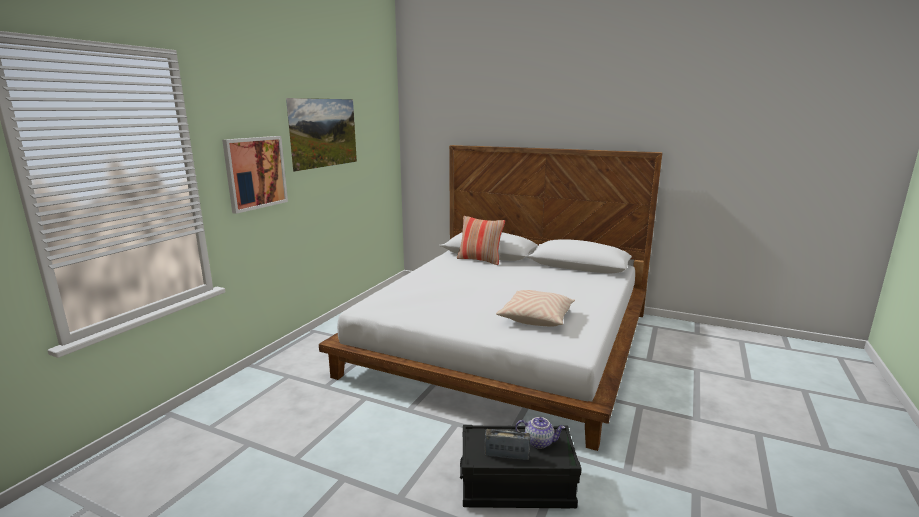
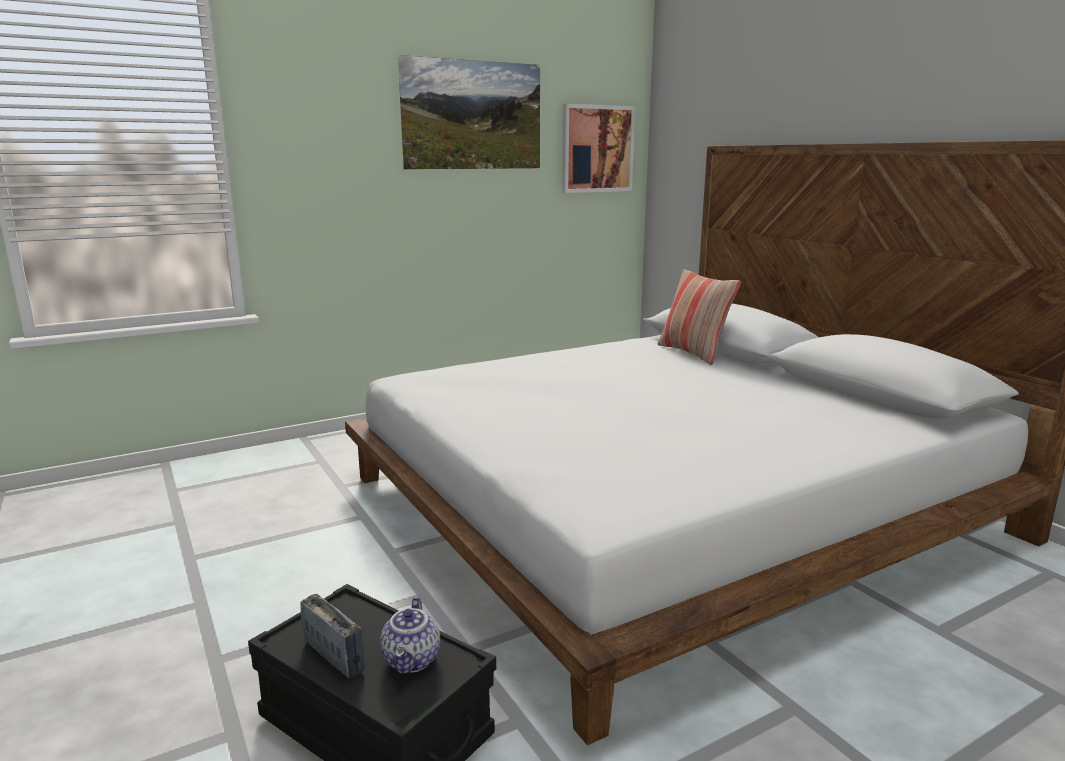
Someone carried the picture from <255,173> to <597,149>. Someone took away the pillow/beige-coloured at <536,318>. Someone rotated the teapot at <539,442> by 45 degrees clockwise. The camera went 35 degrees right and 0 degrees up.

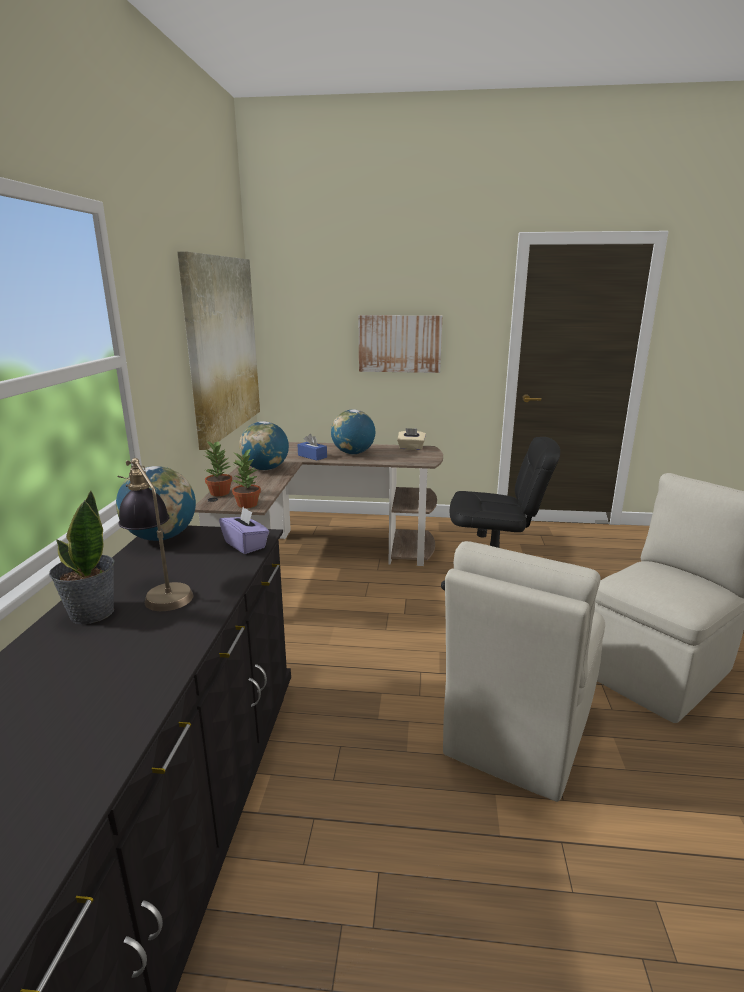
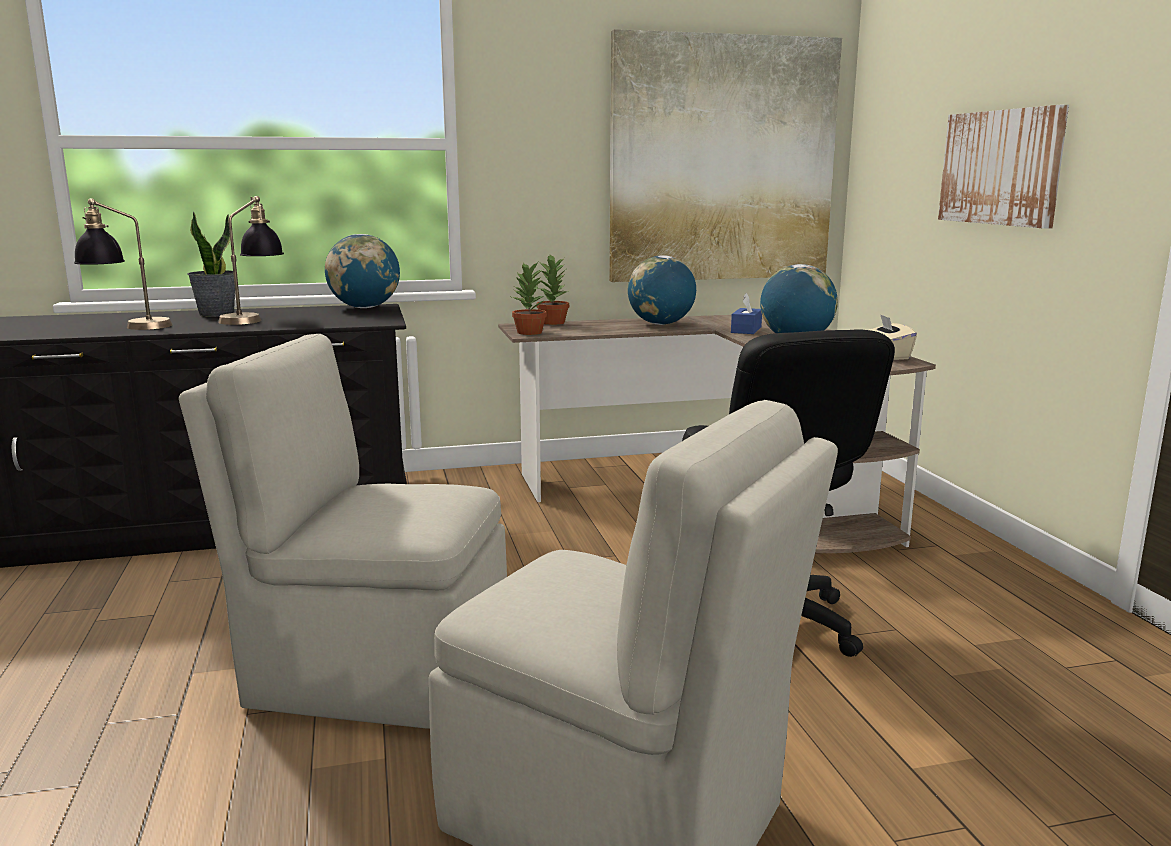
Someone took away the box of tissues/purplish at <245,545>. Someone put down the lamp for a table at <129,328>. The camera went 70 degrees right and 5 degrees down.

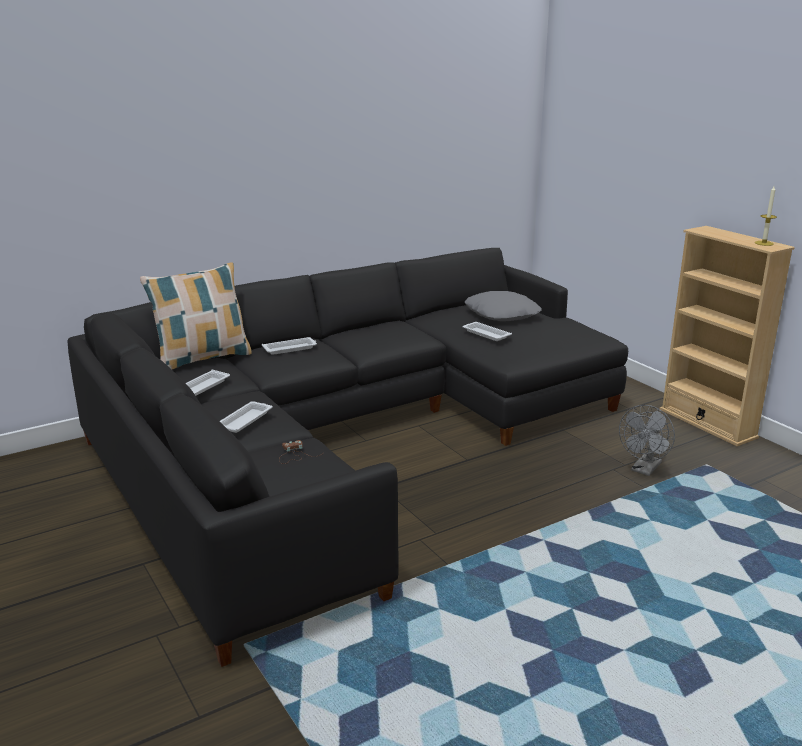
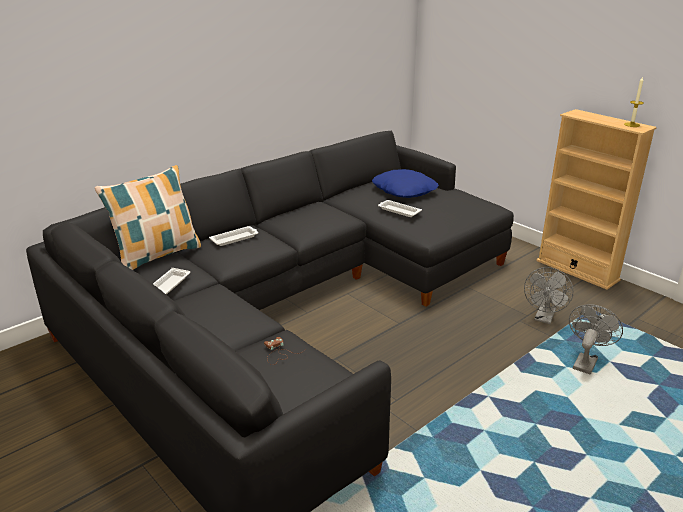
Someone took away the tray/white at <245,420>. Someone repainted the pillow/greyish at <502,314>, which became the pillow/blue-coloured at <404,190>. Someone put down the cooling fan/greyish at <585,361>. The camera went 10 degrees left and 5 degrees up.

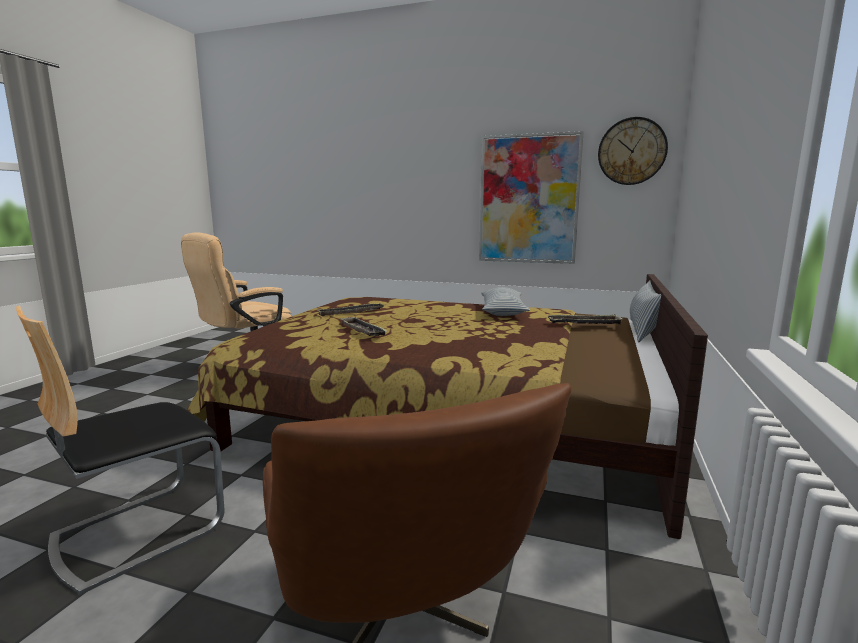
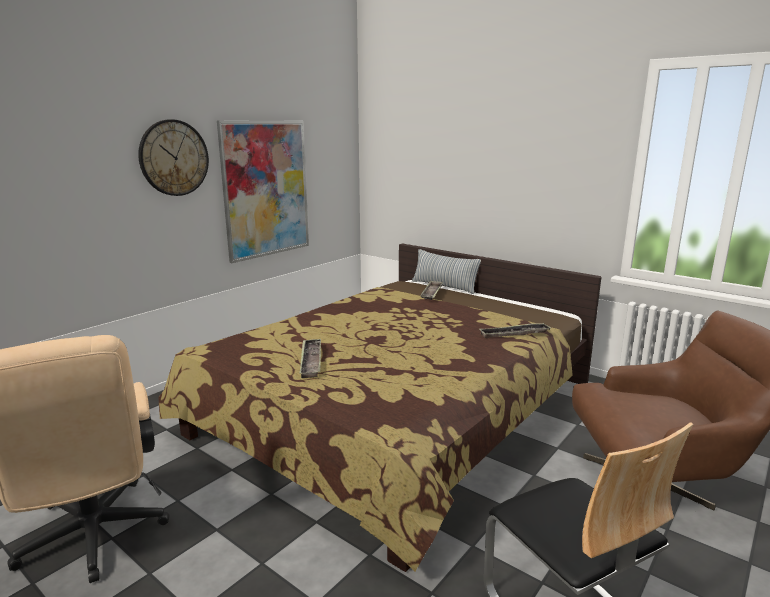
Someone carried the tray from <362,330> to <514,334>. Someone took away the pillow at <503,311>. Someone carried the clock on the wall from <631,151> to <174,158>. The camera went 70 degrees left and 5 degrees up.

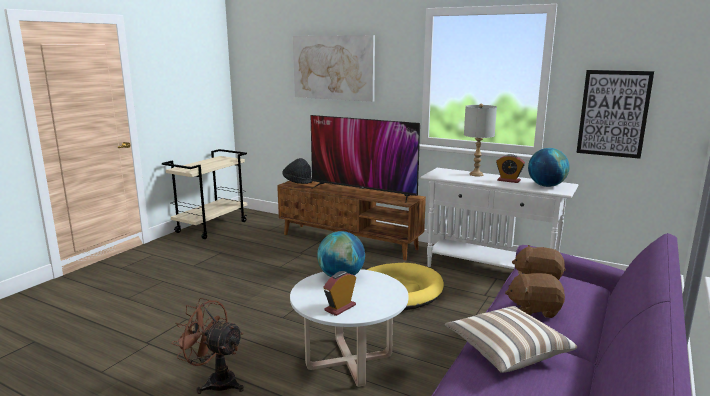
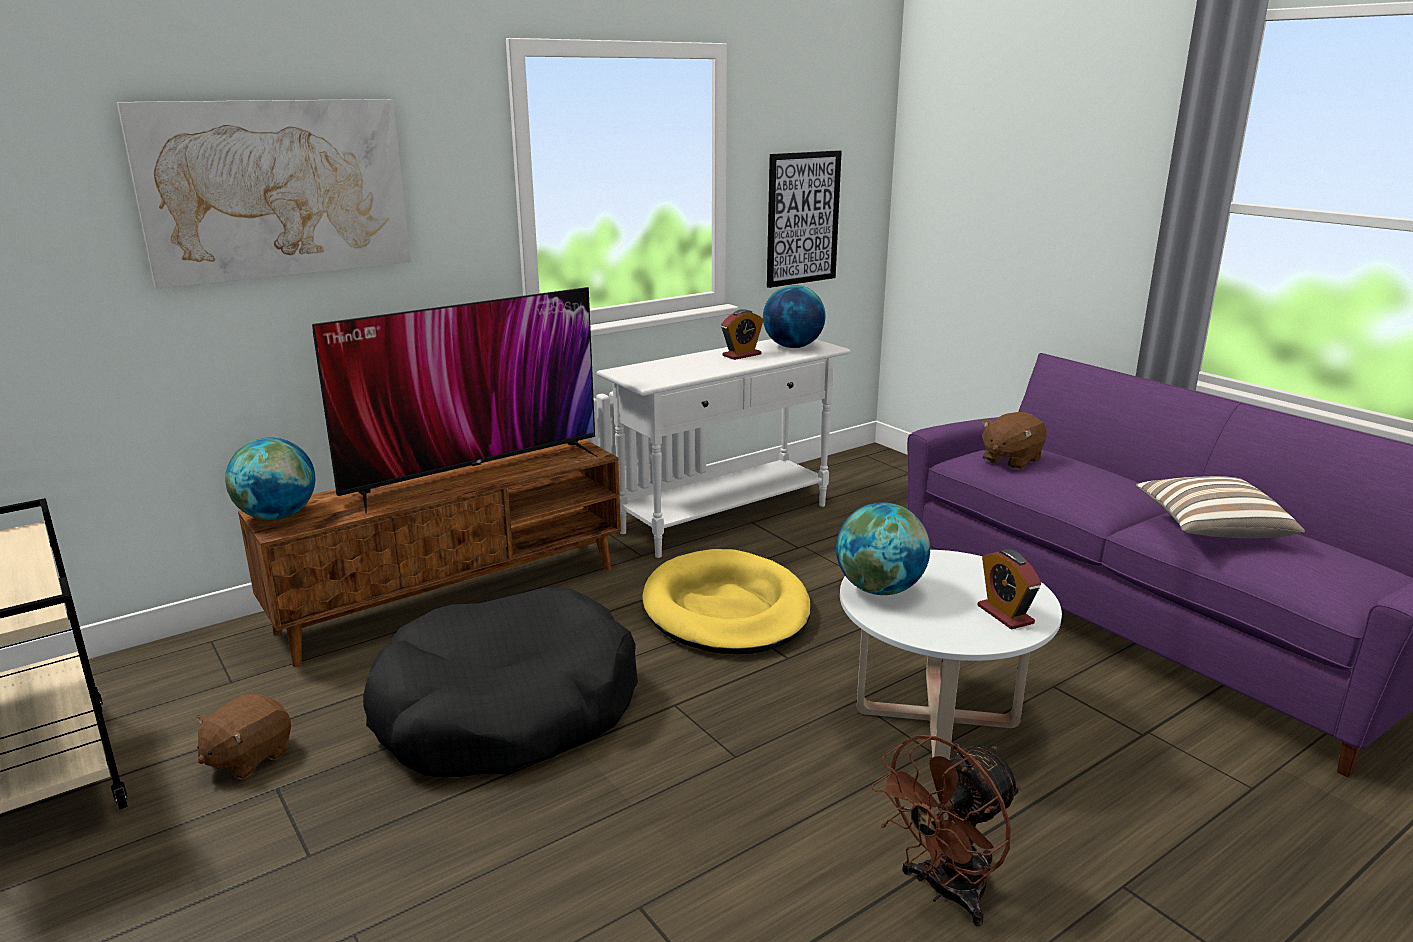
Someone swapped the wearable hat/blackish at <297,181> for the globe at <277,516>. Someone took away the lamp for a table/greyish at <476,174>. Someone carried the cuddly toy/brownish from <534,309> to <248,758>. Someone put down the pet bed/blackish at <506,710>. The camera went 65 degrees left and 5 degrees up.

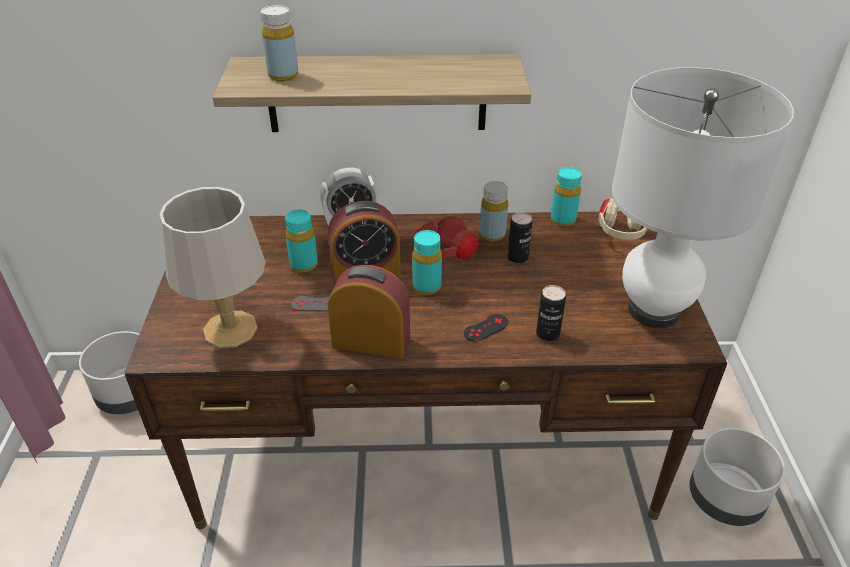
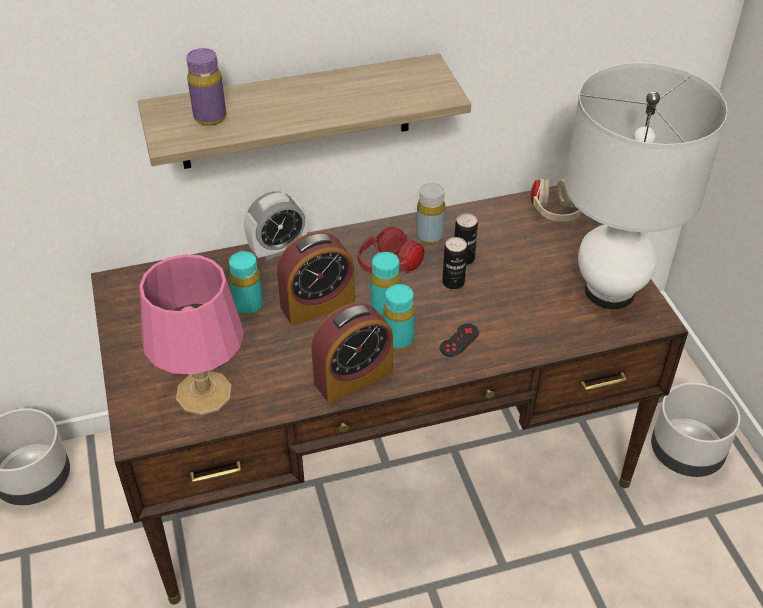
Someone repainted the lamp for a table/greyish at <230,330>, which became the lamp for a table/pink at <204,394>. Someone repainted the drink bottle/yellow at <283,75>, which became the drink bottle/purplish at <210,117>. Someone took away the gamepad/greyish at <315,304>. Someone rotated the table clock at <371,342> by 150 degrees clockwise. Someone carried the metal can from <547,334> to <453,282>. Someone carried the drink bottle/turquoise-coloured from <563,220> to <398,340>. The camera went 15 degrees left and 5 degrees up.

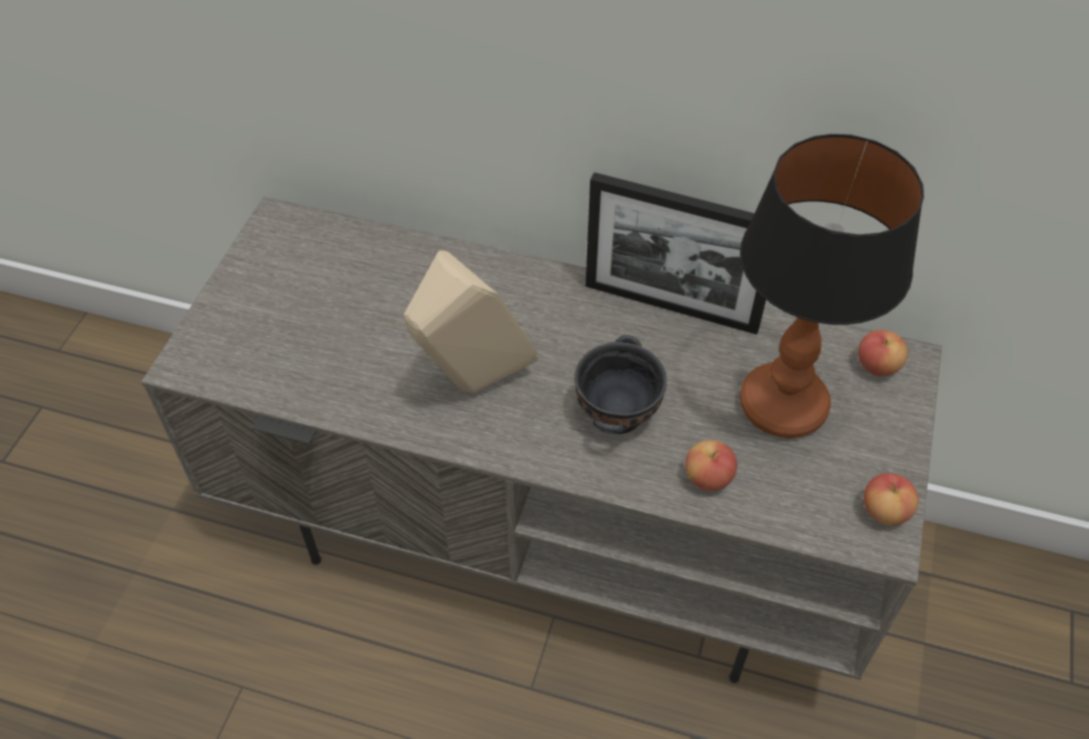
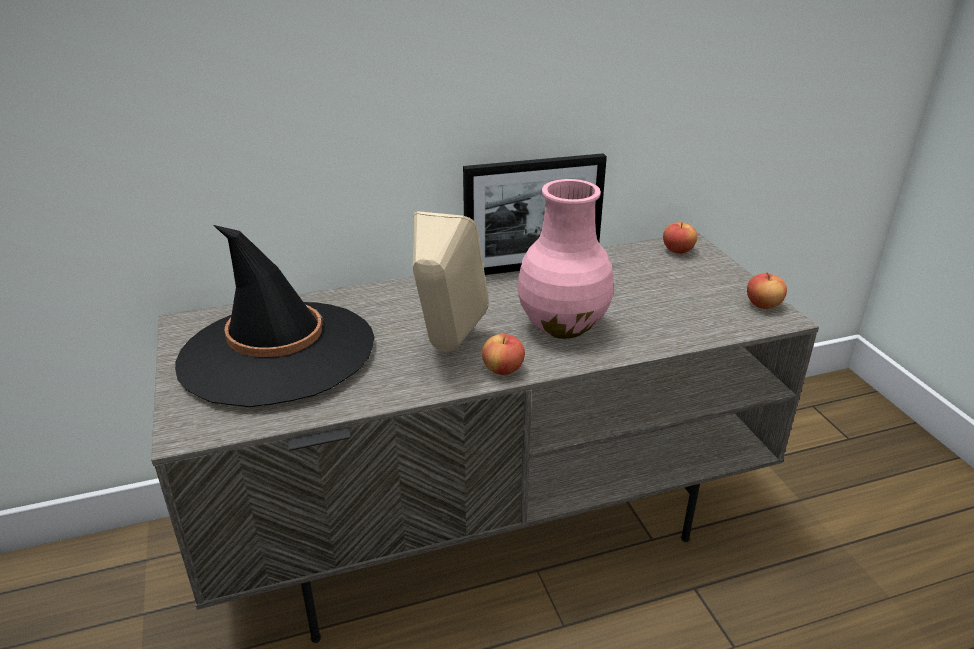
Someone swapped the bowl/blackish at <615,415> for the decorative vase/pink at <561,326>. Someone carried the apple fruit from <708,477> to <503,369>. Someone took away the lamp for a table at <785,405>. Someone put down the wearable hat/blackish at <277,352>. The camera went 35 degrees left and 20 degrees down.

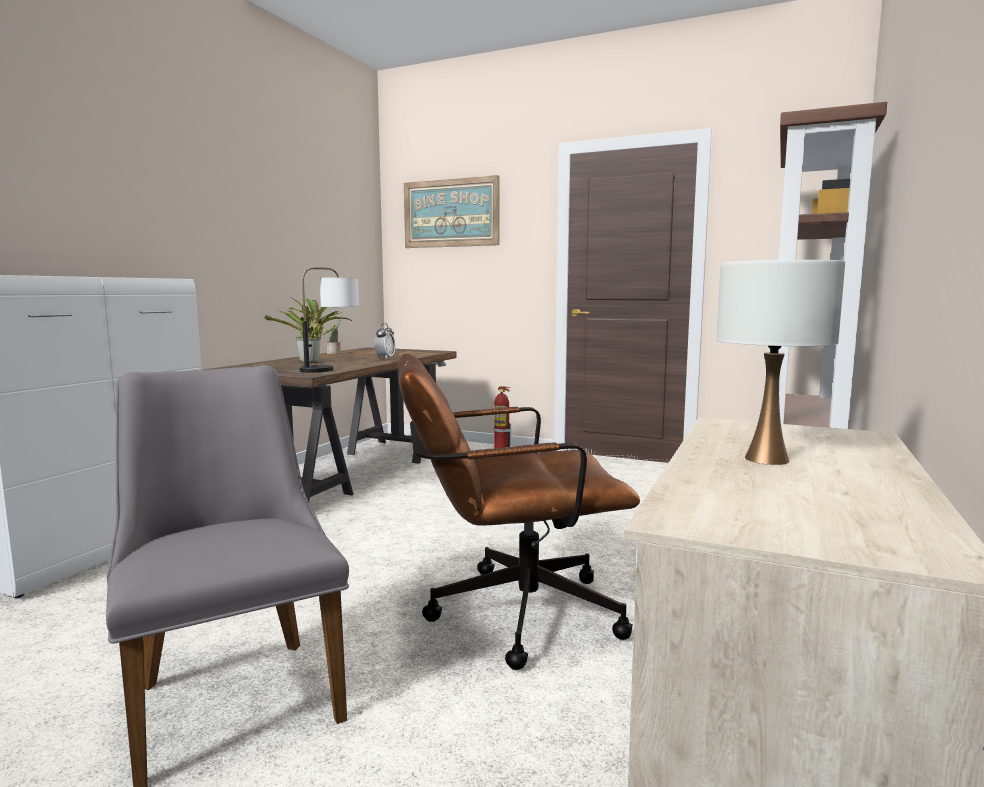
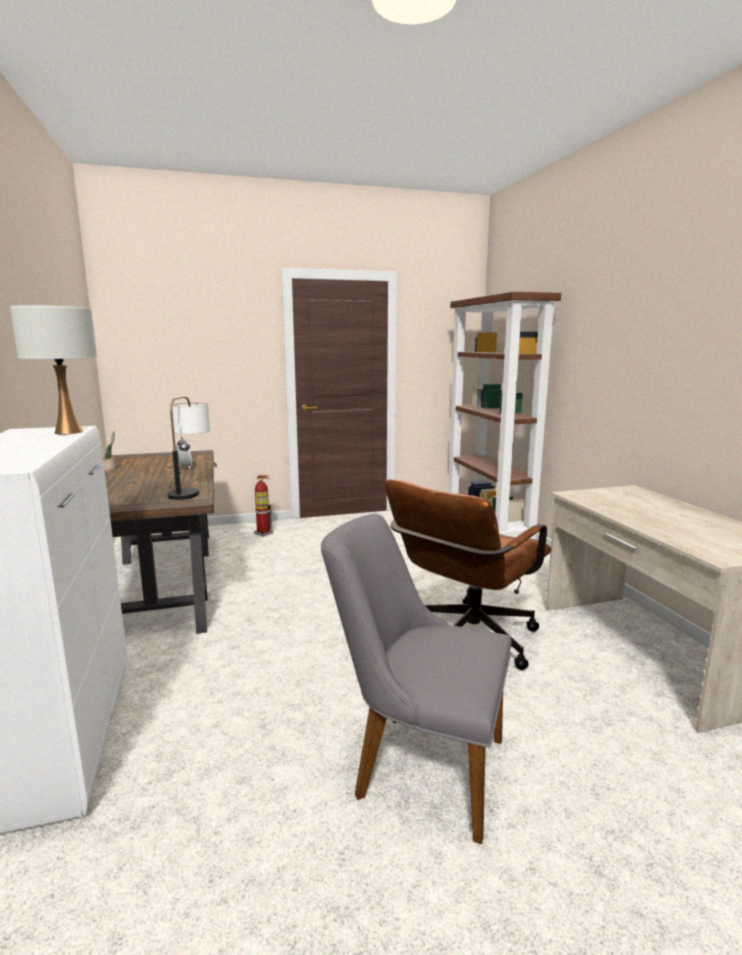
Someone took away the plant in a pot at <312,362>. Someone took away the picture at <451,213>. Someone carried the lamp for a table/white from <766,459> to <68,432>. The camera went 40 degrees left and 5 degrees up.

